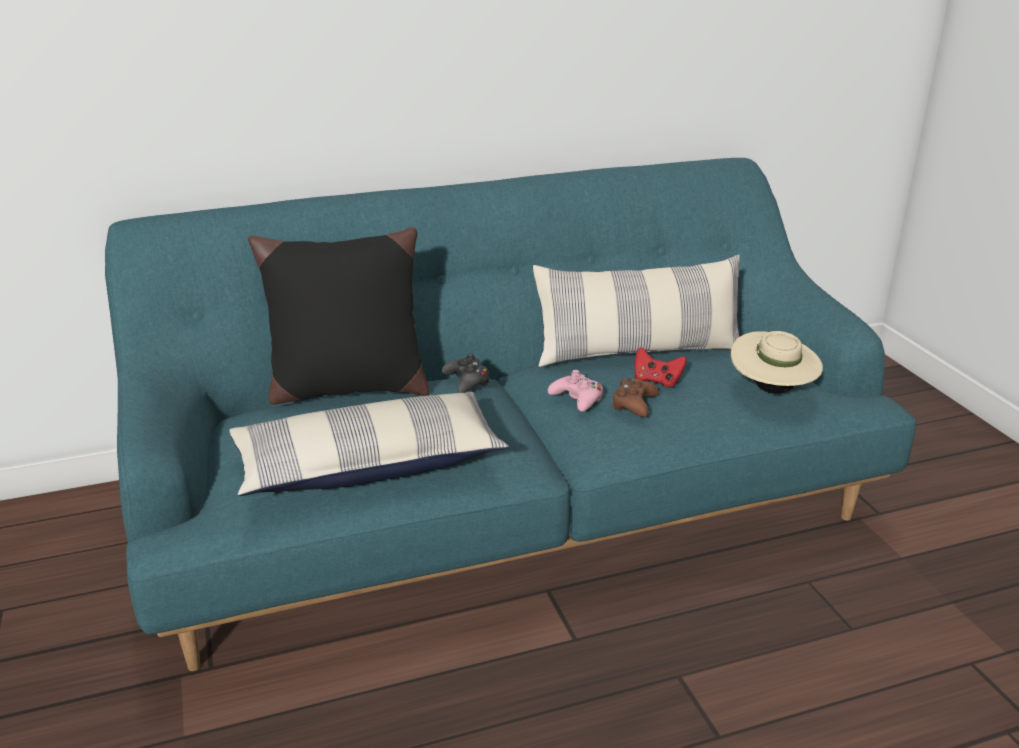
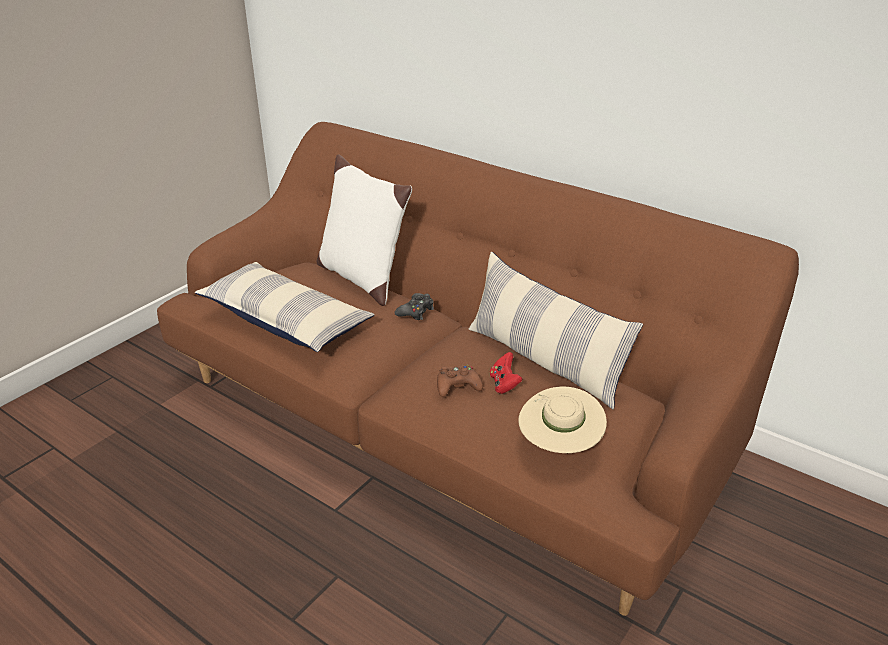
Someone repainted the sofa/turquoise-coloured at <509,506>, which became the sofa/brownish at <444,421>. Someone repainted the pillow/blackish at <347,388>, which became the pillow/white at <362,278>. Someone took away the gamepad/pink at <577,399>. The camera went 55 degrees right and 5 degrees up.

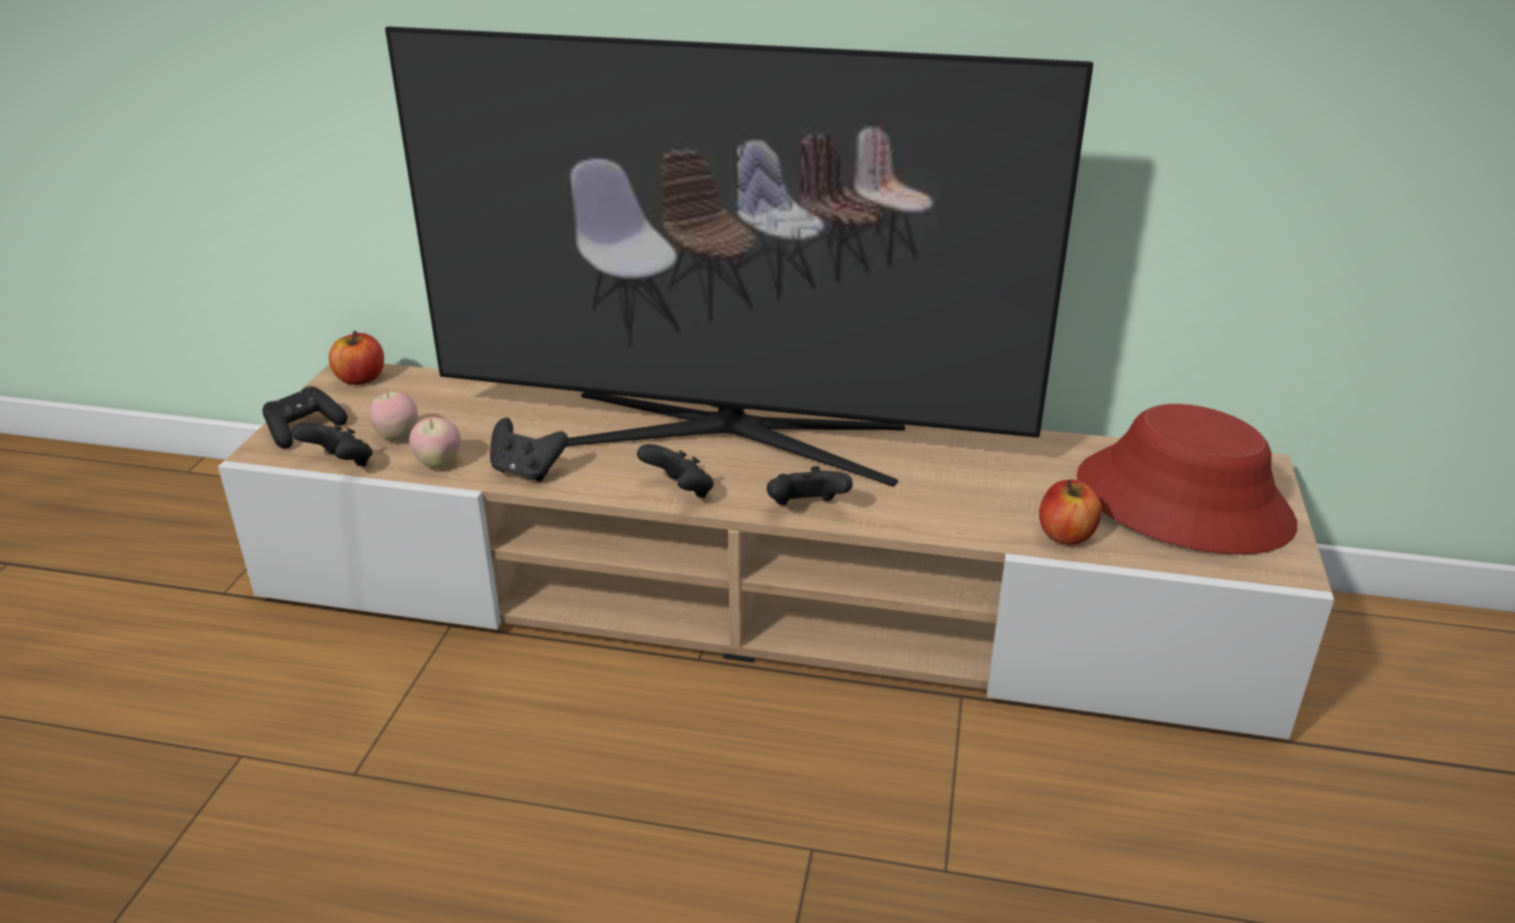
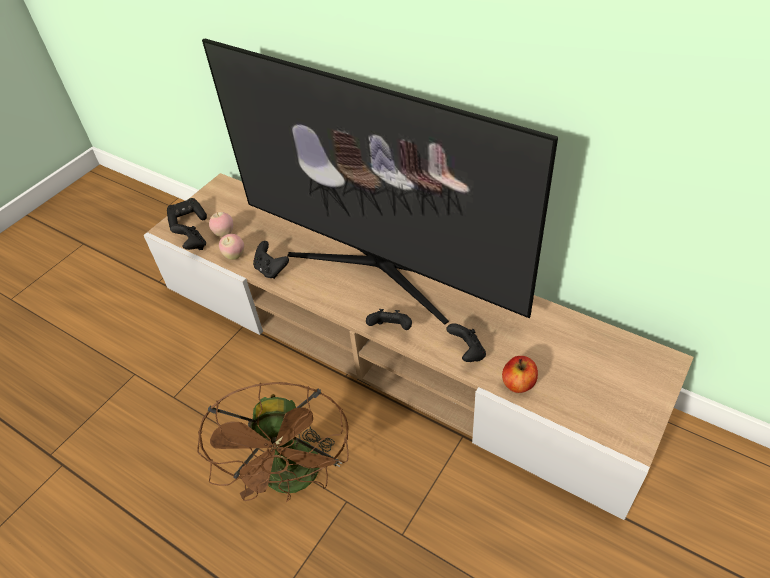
Someone took away the apple fruit at <361,379>. Someone carried the gamepad/blackish from <680,492> to <467,352>. Someone took away the wearable hat/red at <1183,502>. Someone put down the cooling fan/brownish at <295,479>. The camera went 25 degrees right and 15 degrees up.

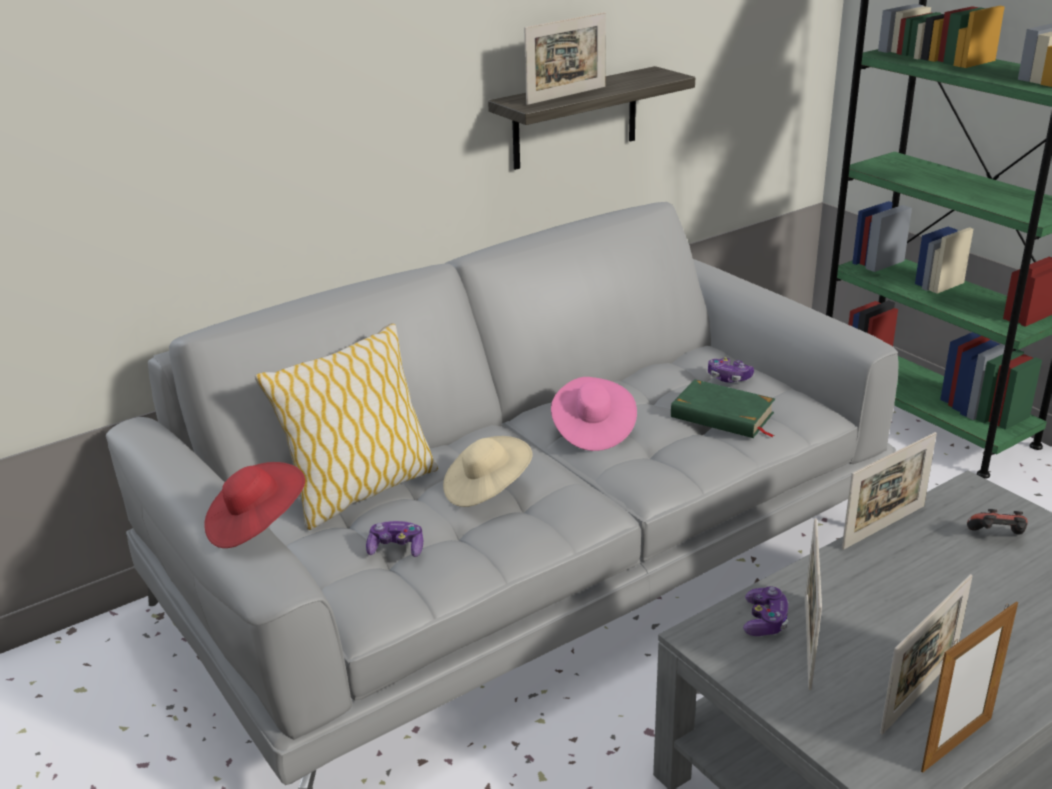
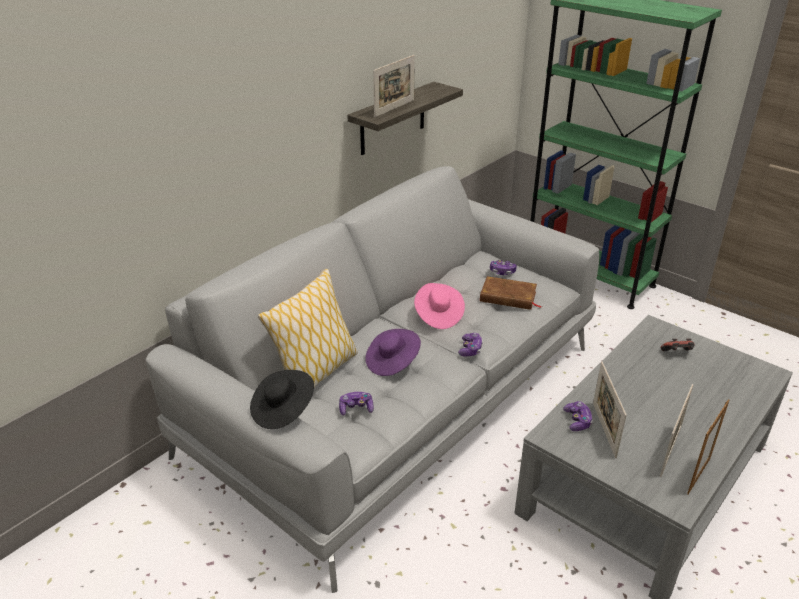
Someone repainted the wearable hat/red at <255,525>, which became the wearable hat/blackish at <282,410>. Someone repainted the wearable hat/beige-coloured at <486,489>, which became the wearable hat/purplish at <392,362>. Someone repainted the bound book/green at <722,415>, which became the bound book/brownish at <508,297>. Someone took away the picture frame at <883,527>. Someone put down the gamepad at <470,349>. The camera went 15 degrees left and 5 degrees up.

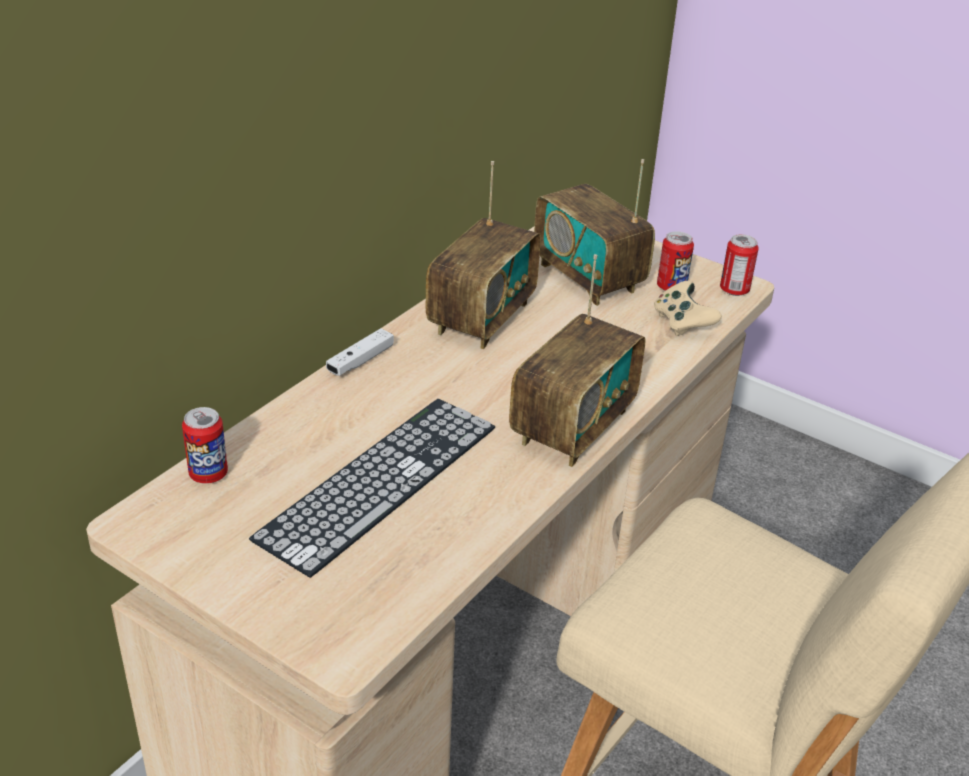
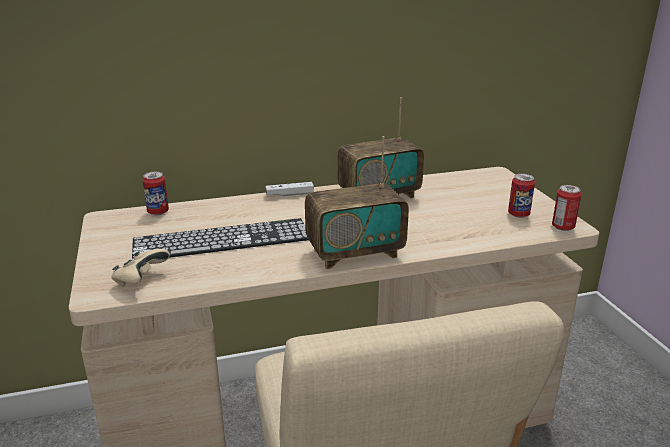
Someone took away the radio receiver at <588,278>. Someone carried the gamepad/beige-coloured from <682,323> to <141,280>. The camera went 40 degrees right and 10 degrees down.

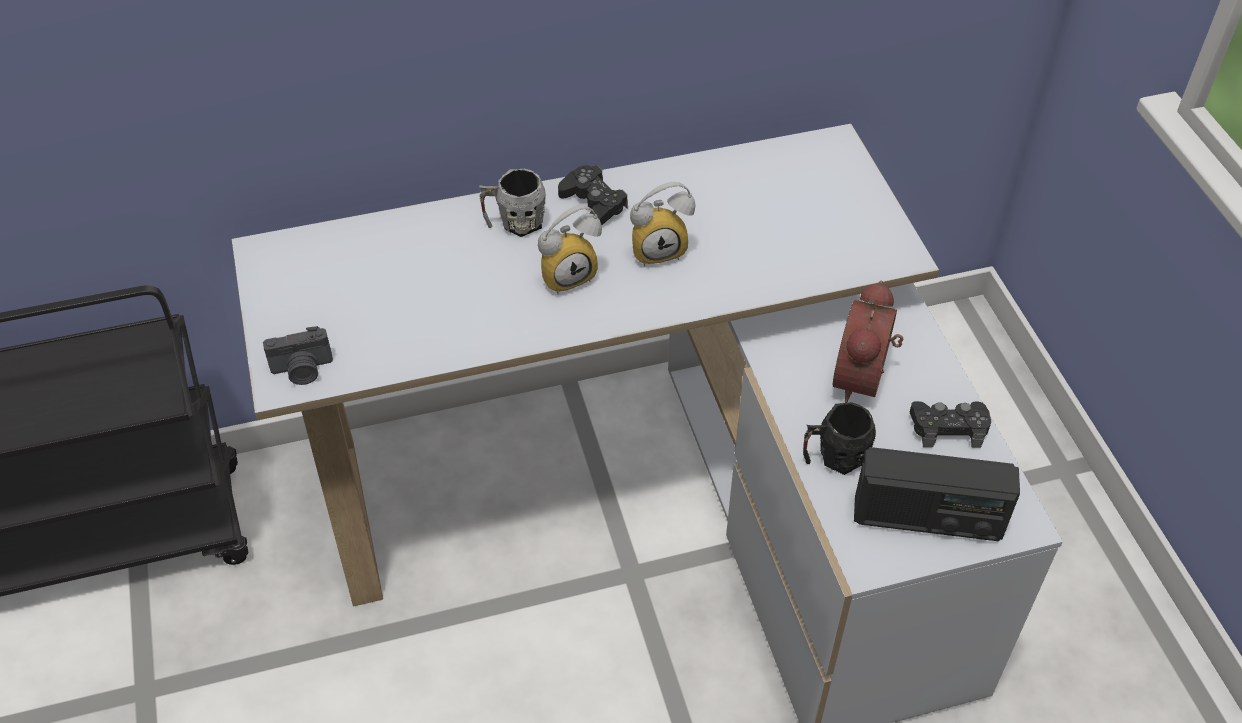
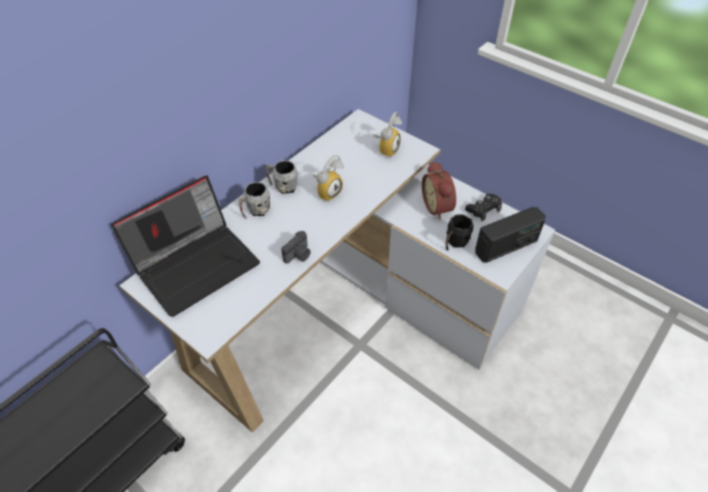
Someone carried the photo camera from <302,370> to <298,255>. Someone carried the table clock from <567,274> to <386,149>. Someone swapped the gamepad/blackish at <593,203> for the coffee mug/greyish at <283,186>. Someone put down the portable computer at <197,264>. The camera went 35 degrees left and 0 degrees up.

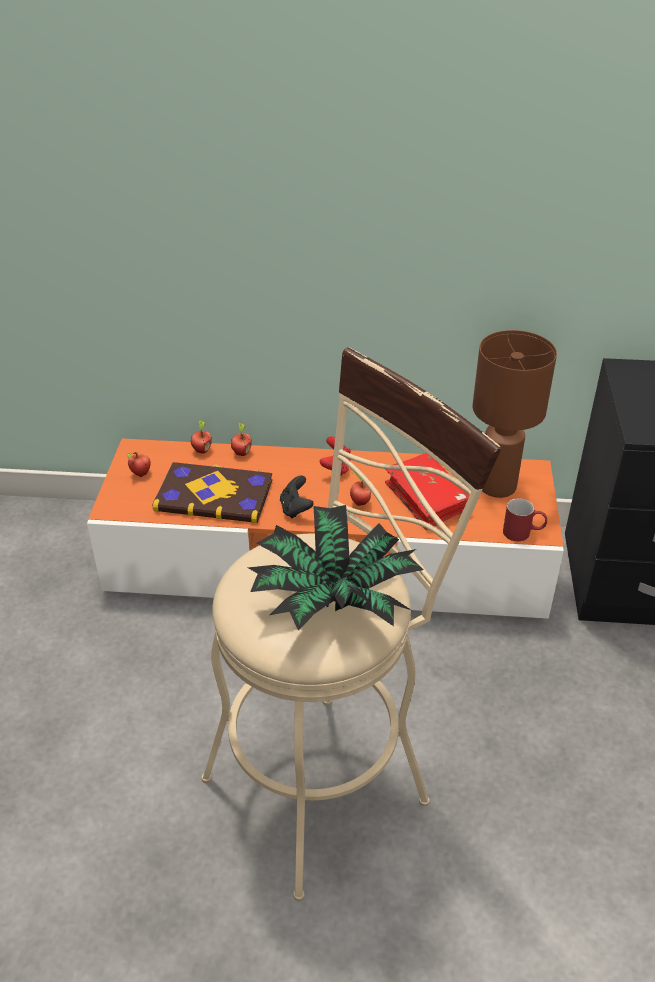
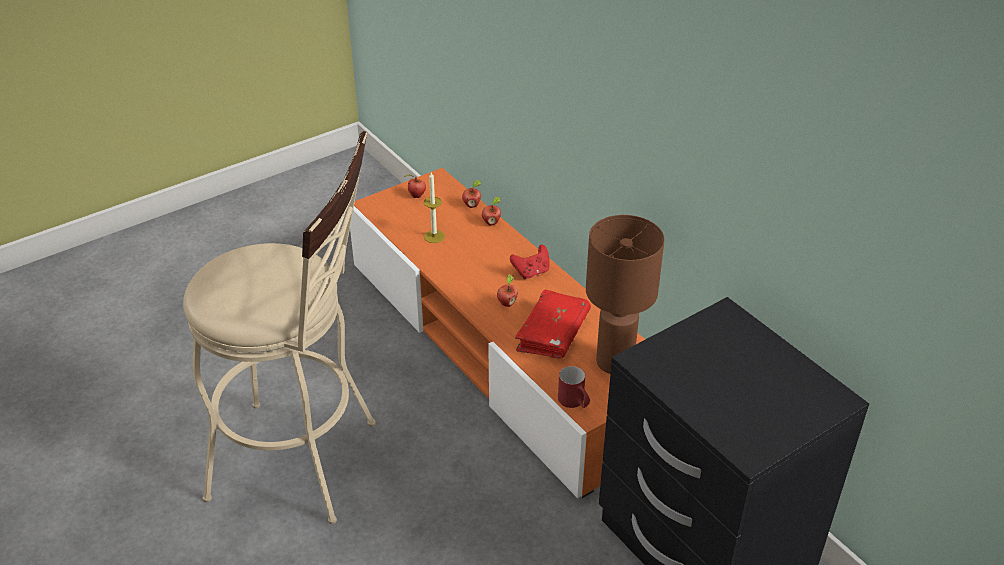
Someone swapped the bound book at <214,495> for the wax light at <434,236>. Someone took away the plant in a pot at <333,600>. Someone took away the gamepad/blackish at <295,509>. The camera went 50 degrees right and 0 degrees up.

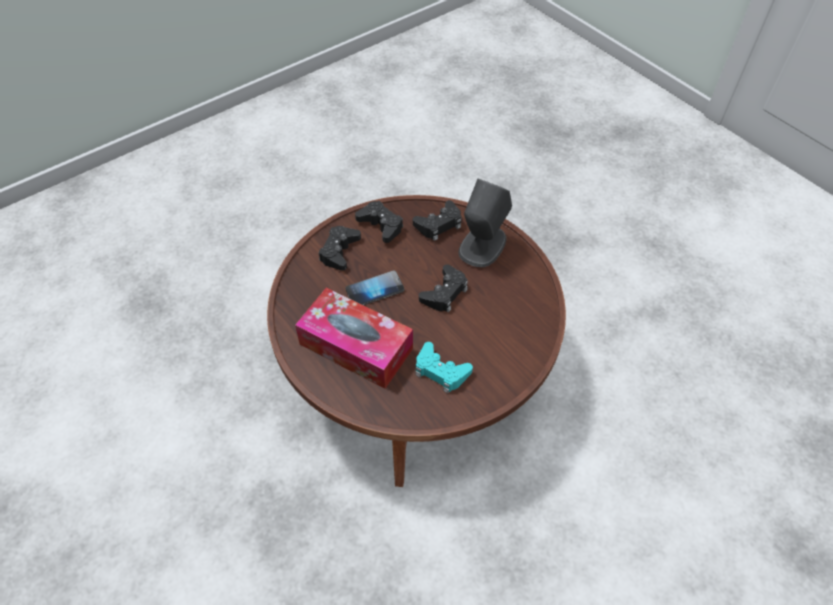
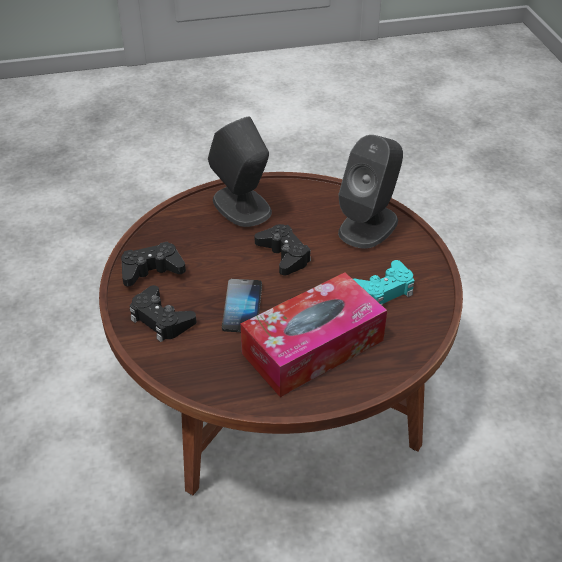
Someone took away the gamepad/blackish at <439,224>. Someone put down the loudspeaker/greyish at <368,225>. The camera went 65 degrees left and 10 degrees down.

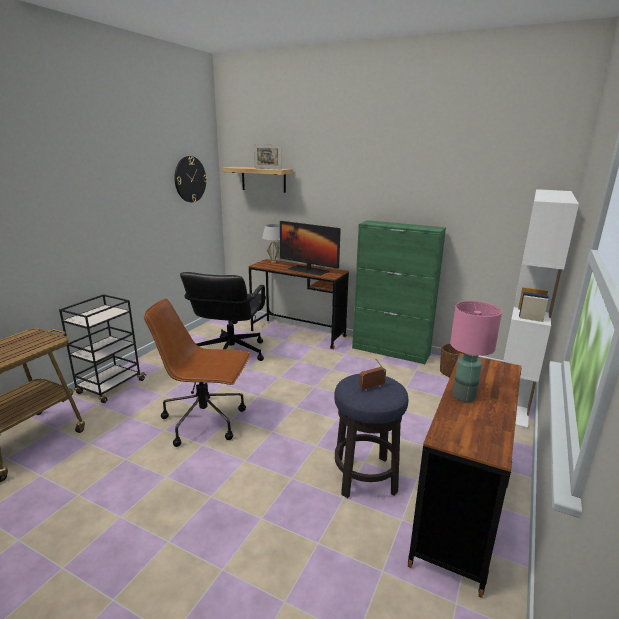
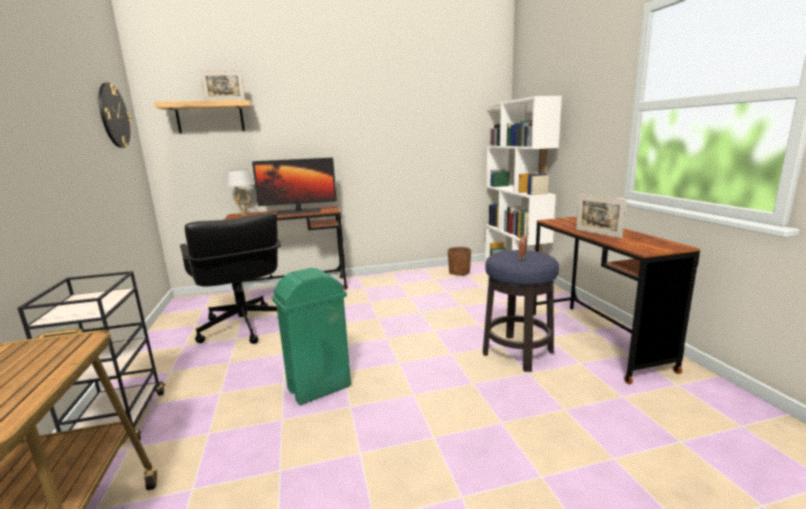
Someone swapped the desk chair/brownish at <206,421> for the waste bin/green at <318,388>. Someone took away the cabinet/green at <391,351>. Someone swapped the lamp for a table/pink at <464,396> for the picture frame at <598,233>. The camera went 40 degrees left and 5 degrees down.

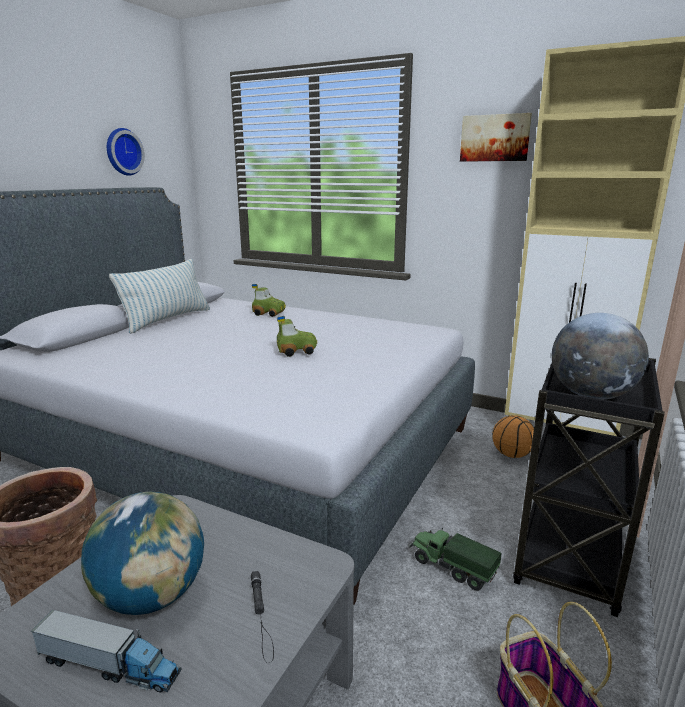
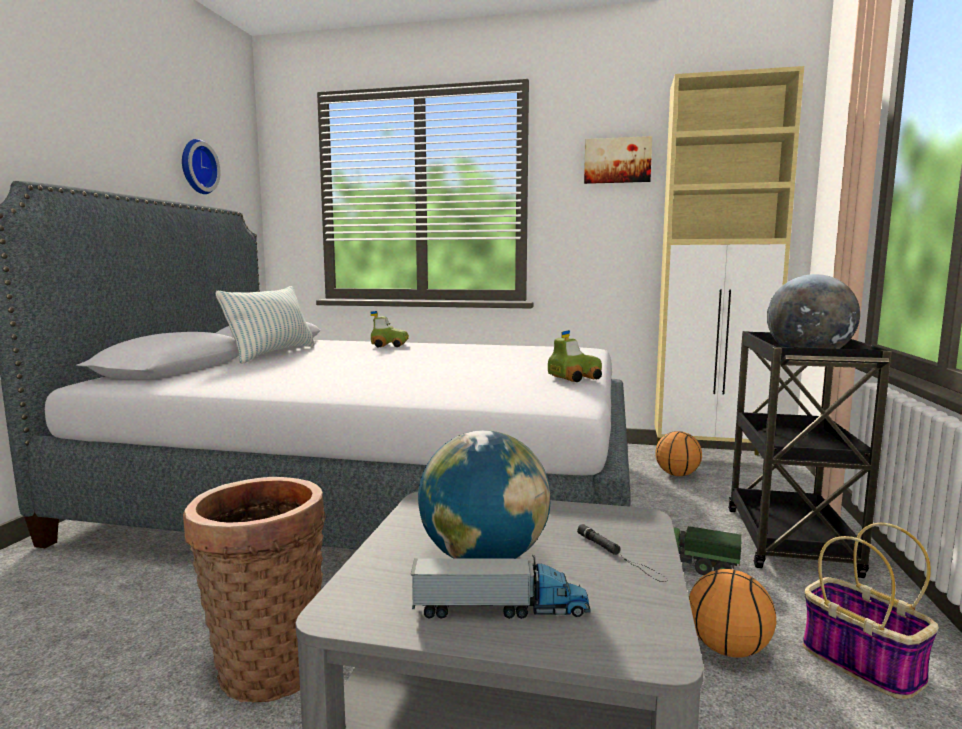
Someone carried the model car from <296,351> to <574,378>. Someone put down the basketball at <729,650>. The camera went 15 degrees left and 10 degrees down.

